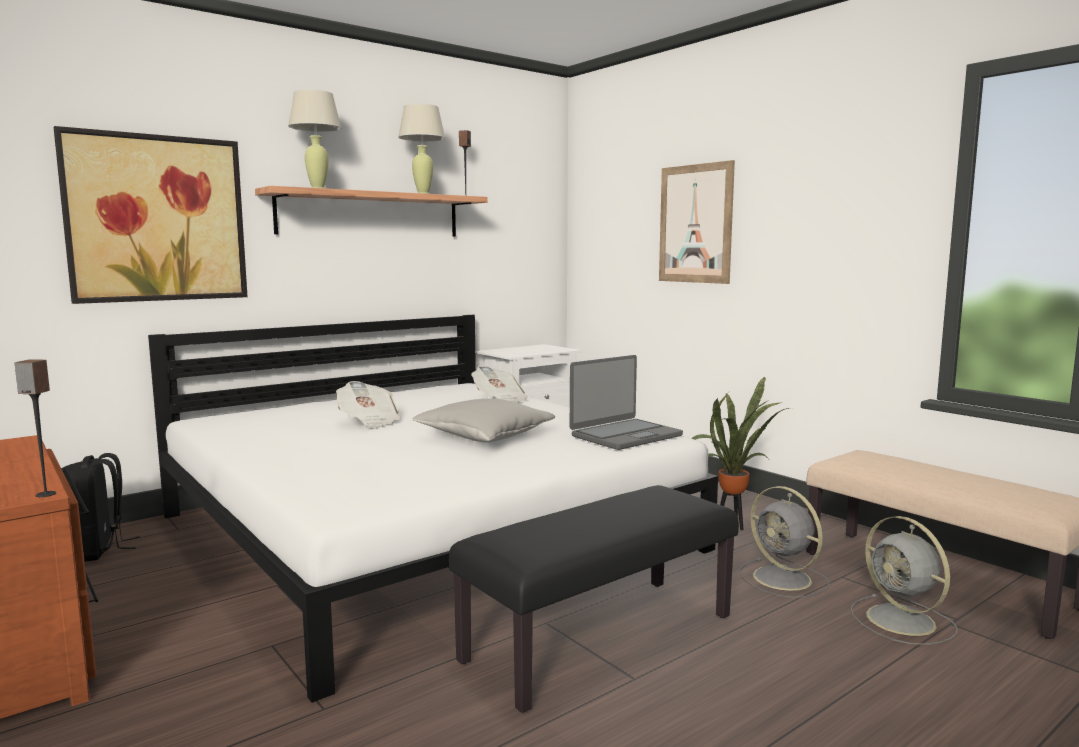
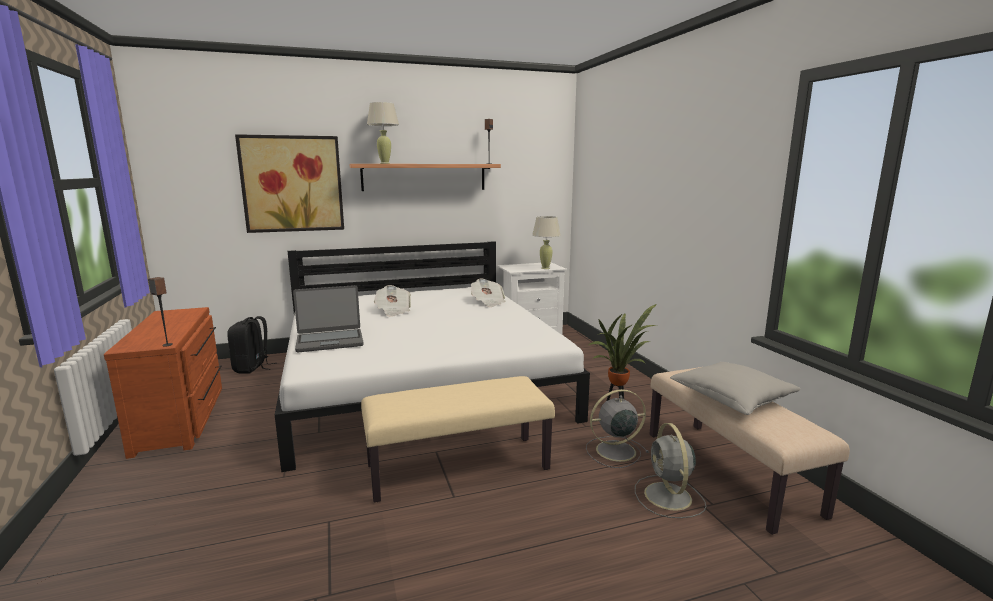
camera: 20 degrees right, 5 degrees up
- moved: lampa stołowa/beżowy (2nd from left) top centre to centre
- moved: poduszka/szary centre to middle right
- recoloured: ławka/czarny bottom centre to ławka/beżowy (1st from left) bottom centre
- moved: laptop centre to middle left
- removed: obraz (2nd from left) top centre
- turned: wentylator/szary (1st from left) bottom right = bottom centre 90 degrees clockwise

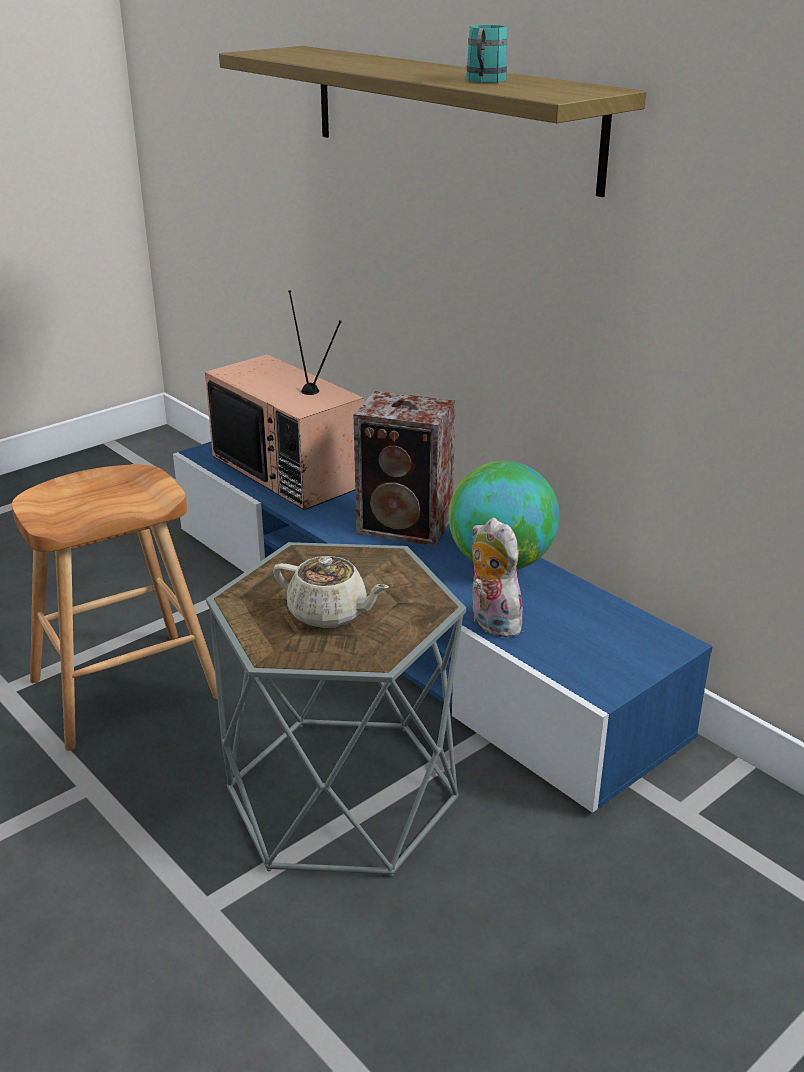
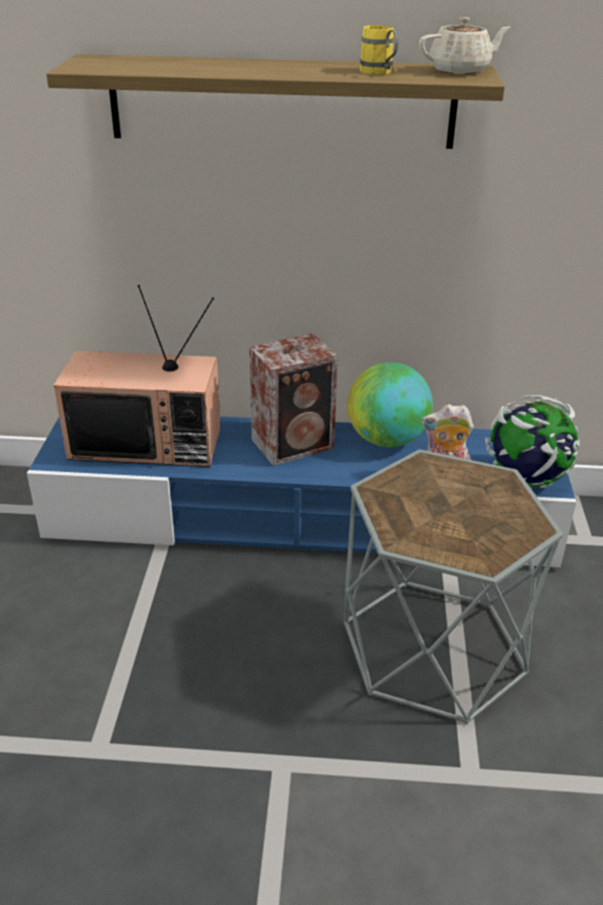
camera: 45 degrees left, 5 degrees up
- removed: stołek/brązowy middle left
- moved: imbryk/beżowy centre to top right
- recoloured: kubek/turkusowy top centre to kubek/żółty top centre
- added: globus (2nd from left) middle right

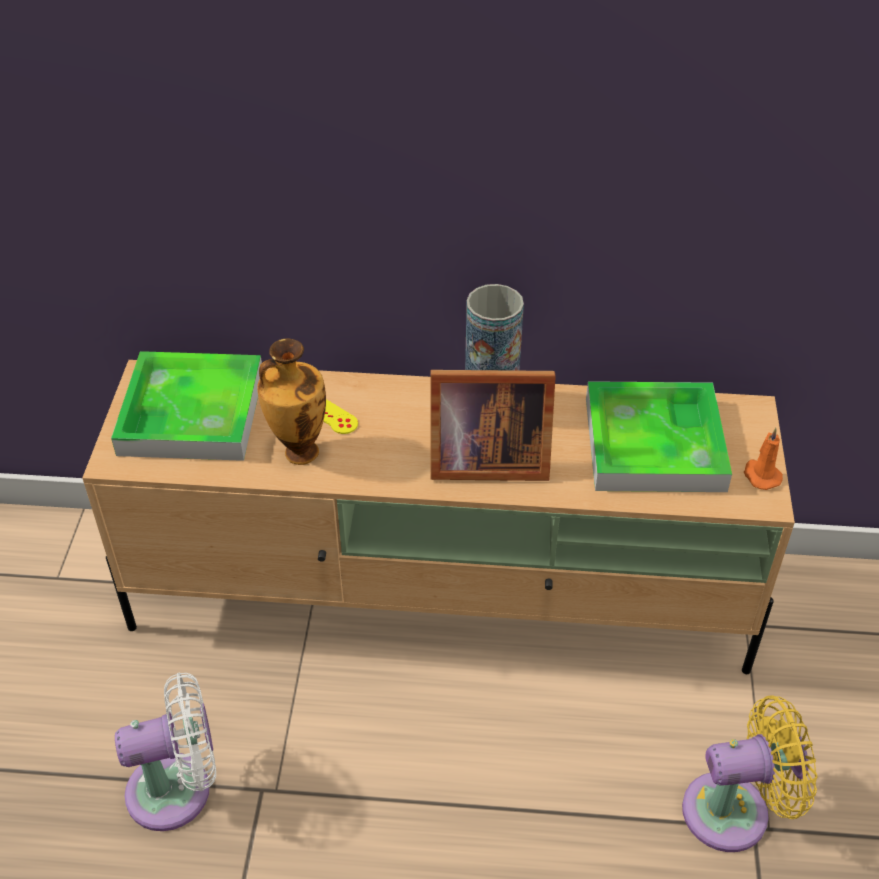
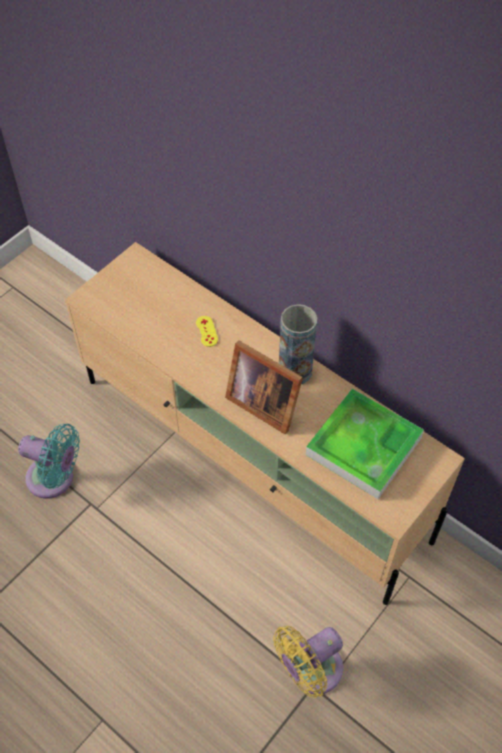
camera: 35 degrees right, 10 degrees up
- removed: taca (1st from left) middle left
- recoloured: wentylator/biały bottom left to wentylator/turkusowy middle left
- removed: wazon (1st from left) middle left
- turned: wentylator/żółty bottom right = bottom centre 120 degrees clockwise
- removed: świeca/pomarańczowy middle right

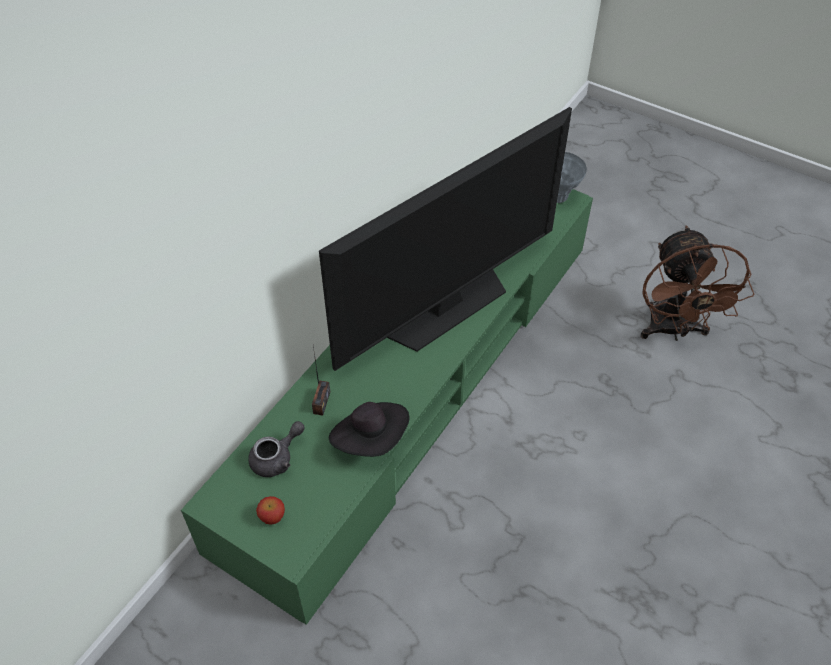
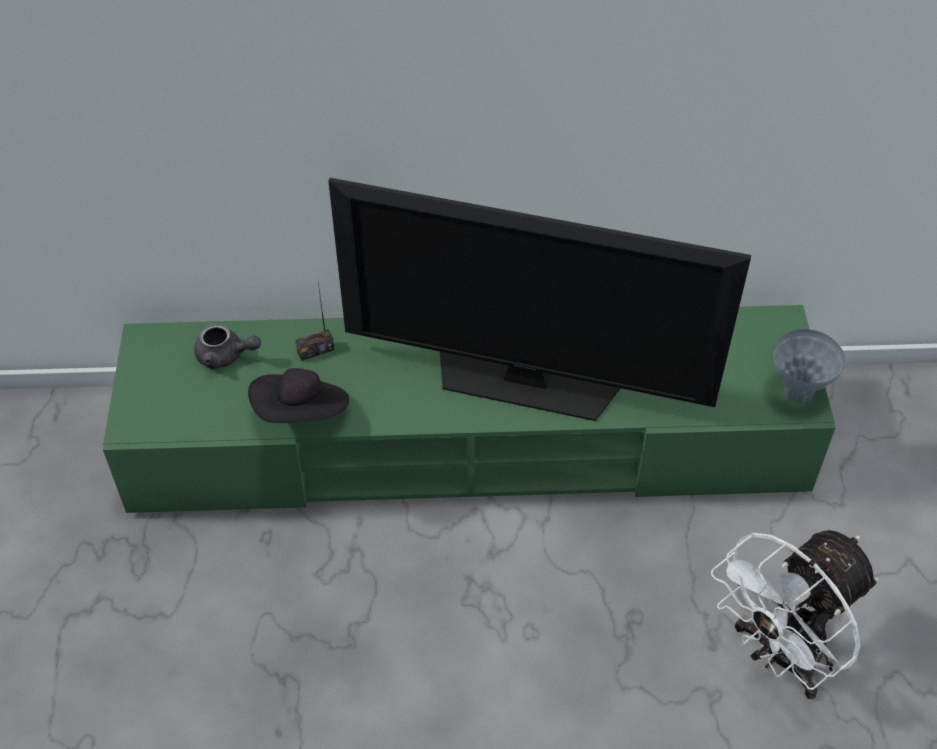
camera: 55 degrees right, 0 degrees up
- removed: jabłko bottom left
- recoloured: wentylator/brązowy middle right to wentylator/biały bottom right

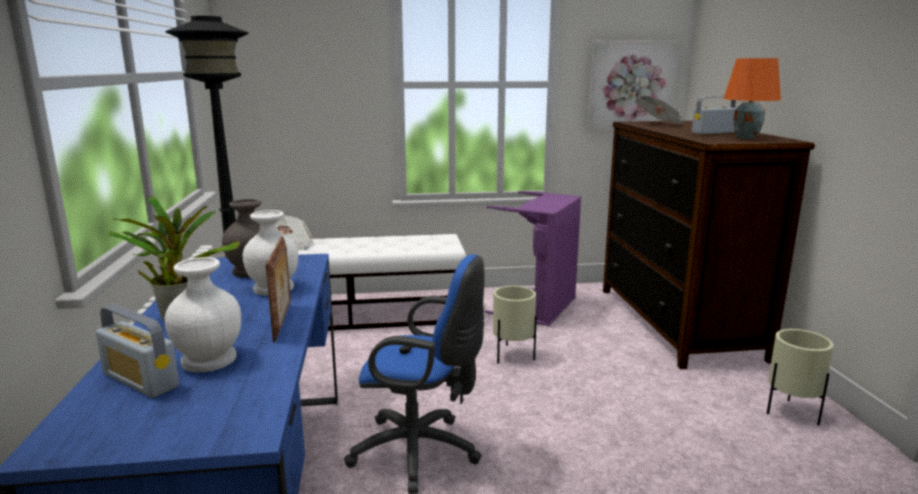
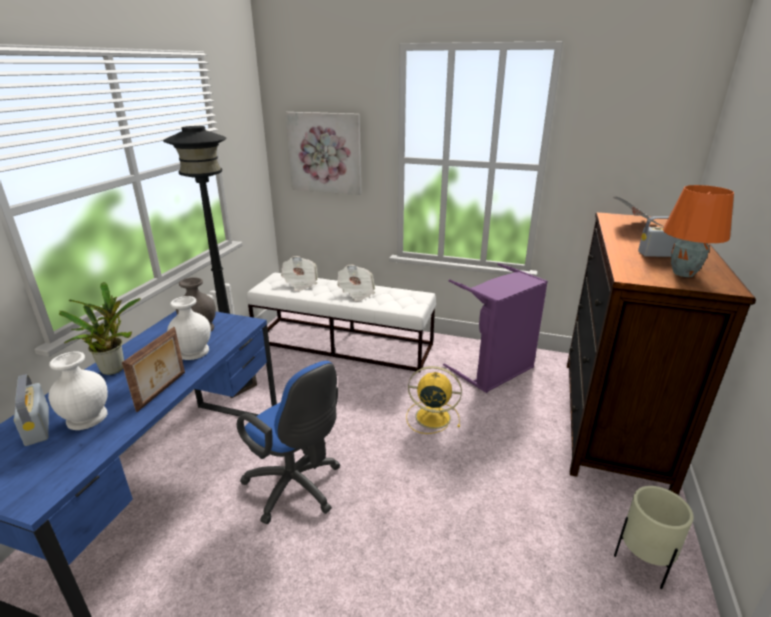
camera: 25 degrees right, 10 degrees up
- replaced: donica/beżowy (1st from left) centre to wentylator/żółty centre
- moved: obraz top right to top centre
- added: gazeta (2nd from left) centre

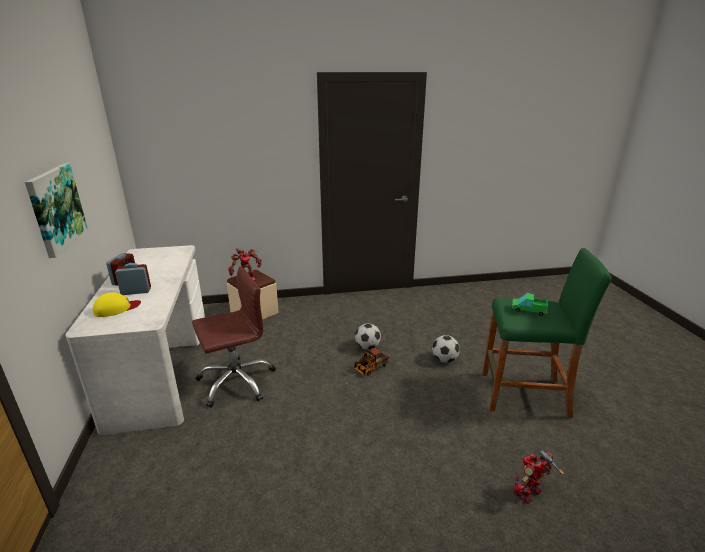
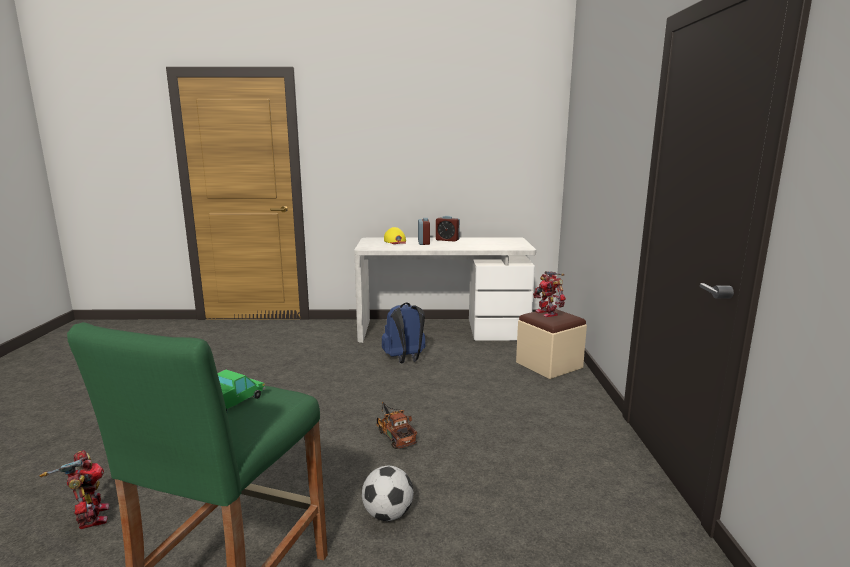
camera: 100 degrees right, 10 degrees down
- removed: obraz middle left
- replaced: krzesło biurowe/brązowy middle left to plecak/niebieski centre
- removed: piłka futbolowa (1st from left) centre

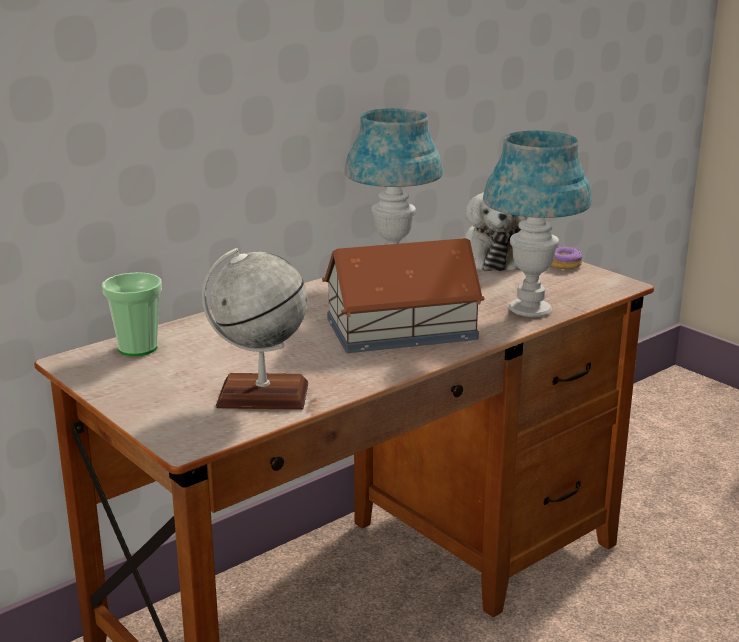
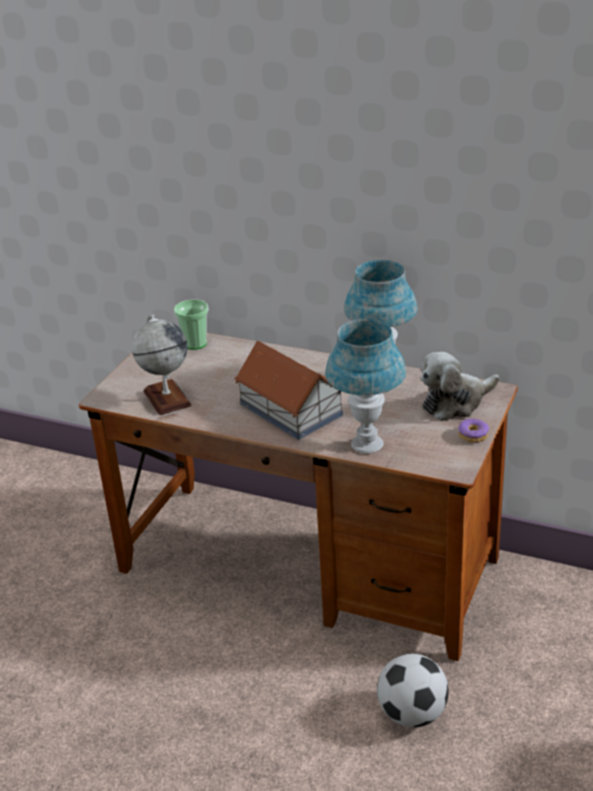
camera: 65 degrees right, 10 degrees up
- added: piłka futbolowa bottom right

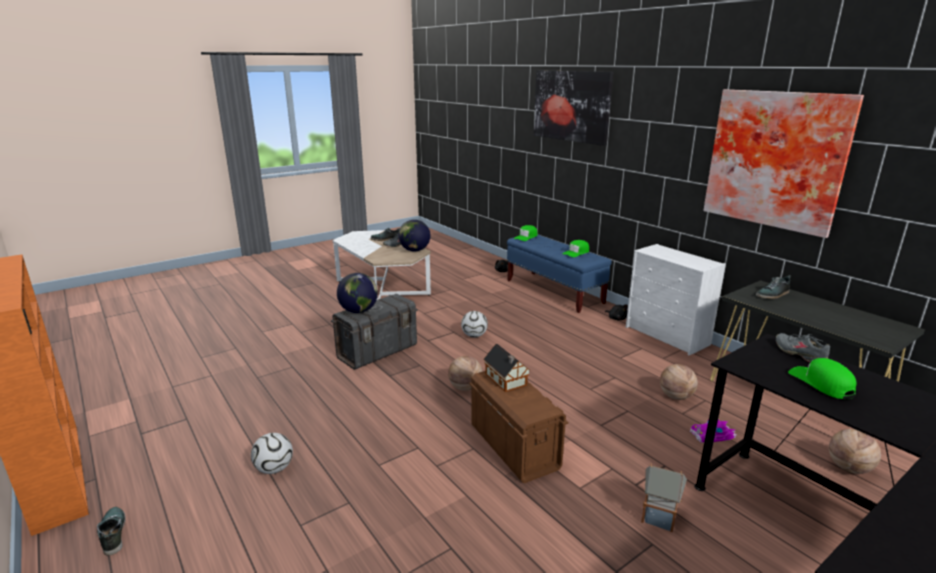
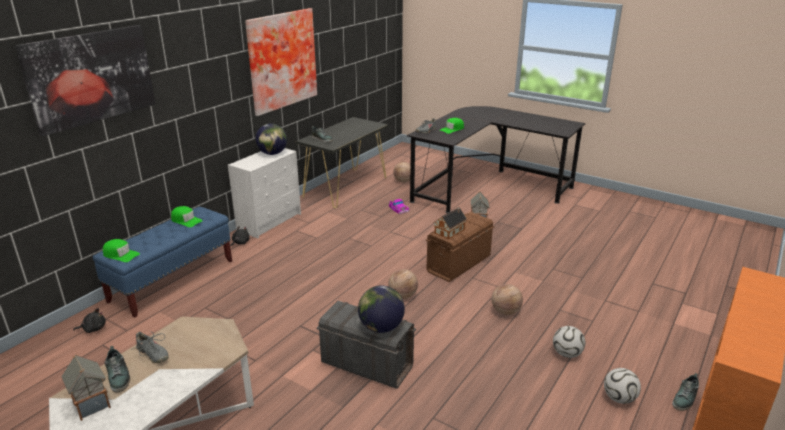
camera: 110 degrees left, 5 degrees up
- moved: globus (2nd from left in the first image) centre to globus (1st from left) top centre
- moved: piłka futbolowa (2nd from left) centre to bottom right
- moved: piłka do koszykówki (2nd from left in the first image) bottom right to piłka do koszykówki (3rd from left) bottom centre
- added: domek (1st from left) bottom left

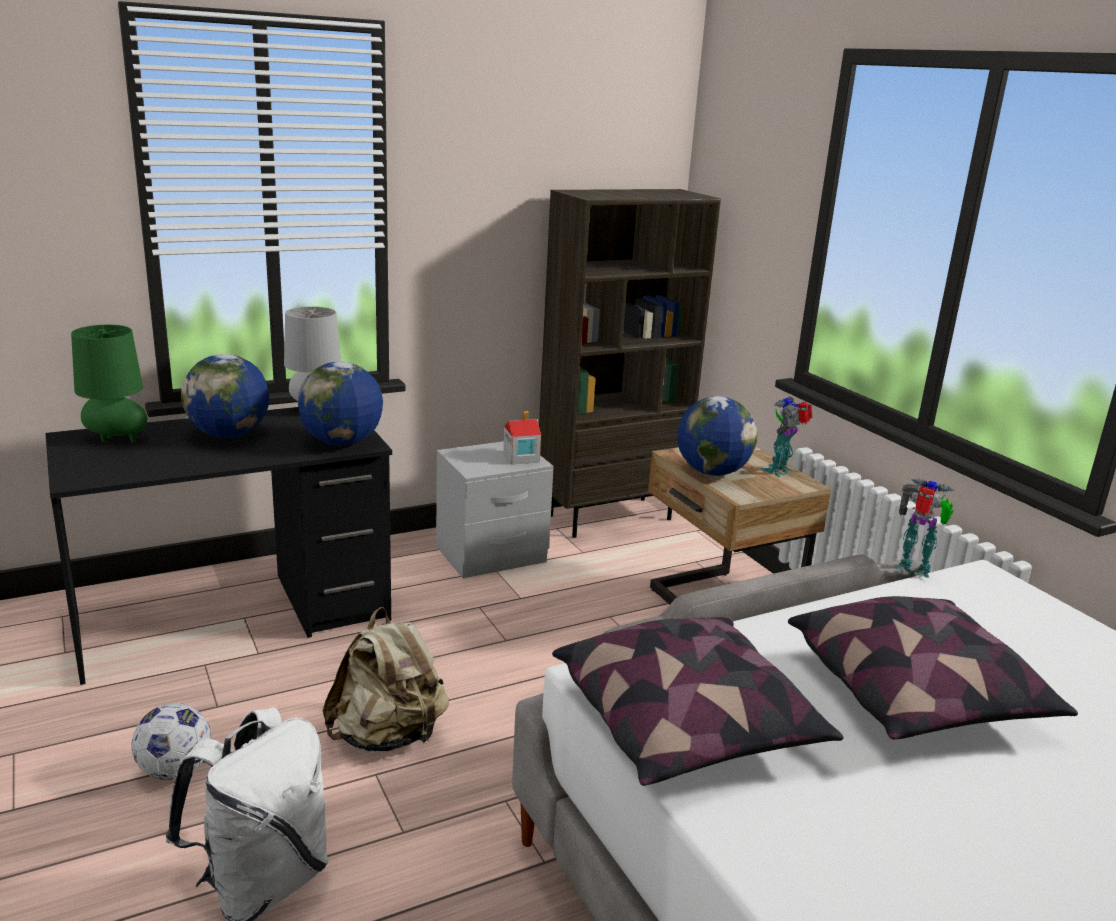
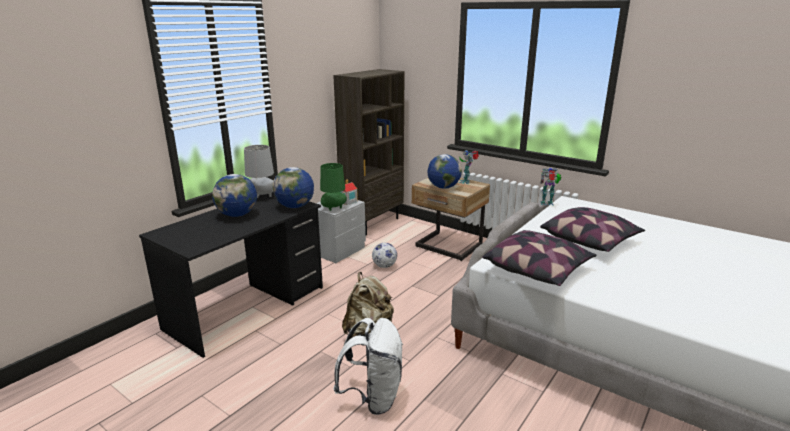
camera: 25 degrees left, 0 degrees up
- moved: lampa stołowa/zielony middle left to centre
- moved: piłka futbolowa bottom left to centre

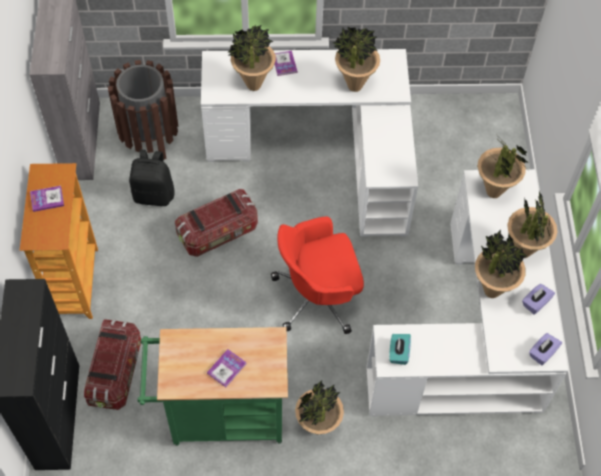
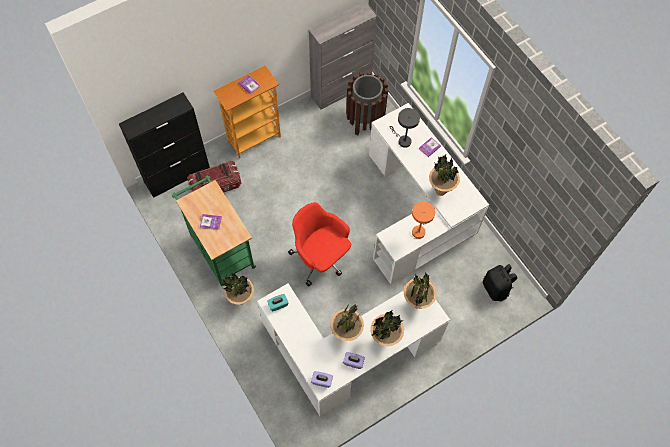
camera: 60 degrees right, 5 degrees up
- moved: plecak/czarny middle left to middle right
- removed: pojemnik do przechowywania (2nd from left) centre
- replaced: roślina doniczkowa (1st from left) top centre to lampa stołowa/szary top centre
- added: lampa stołowa/pomarańczowy centre

